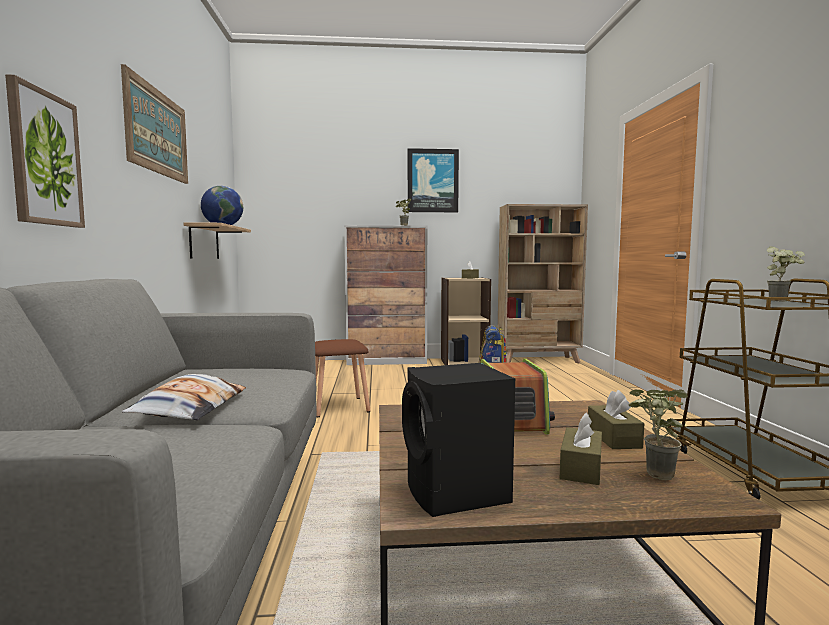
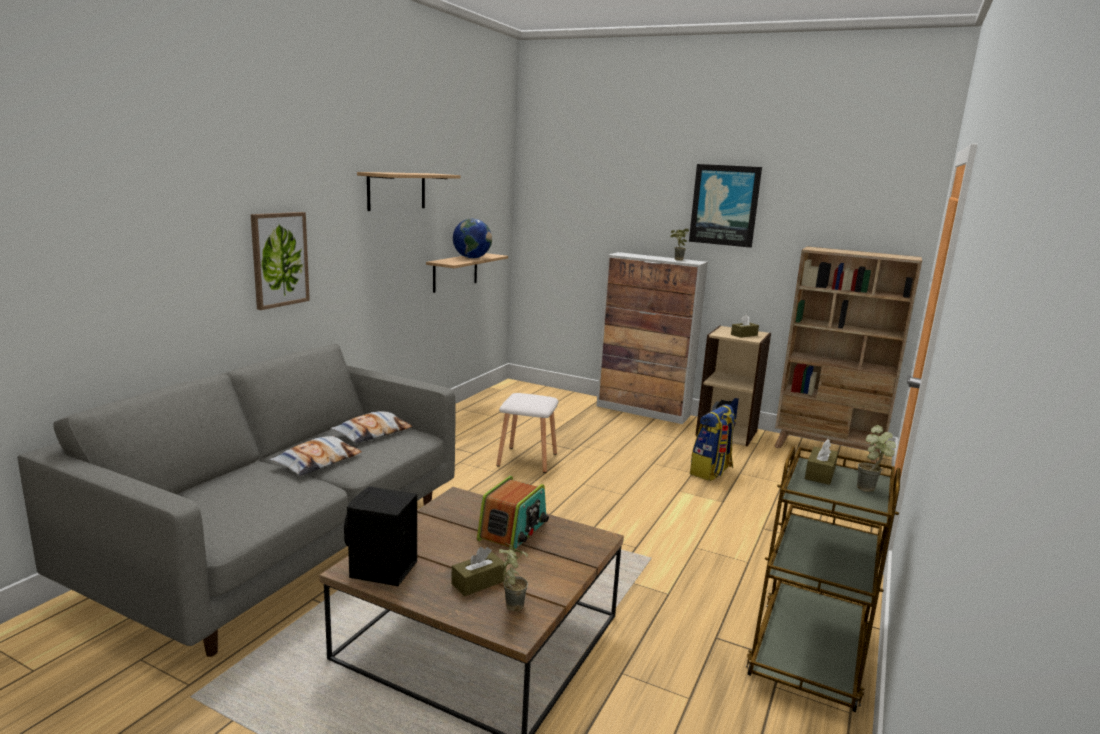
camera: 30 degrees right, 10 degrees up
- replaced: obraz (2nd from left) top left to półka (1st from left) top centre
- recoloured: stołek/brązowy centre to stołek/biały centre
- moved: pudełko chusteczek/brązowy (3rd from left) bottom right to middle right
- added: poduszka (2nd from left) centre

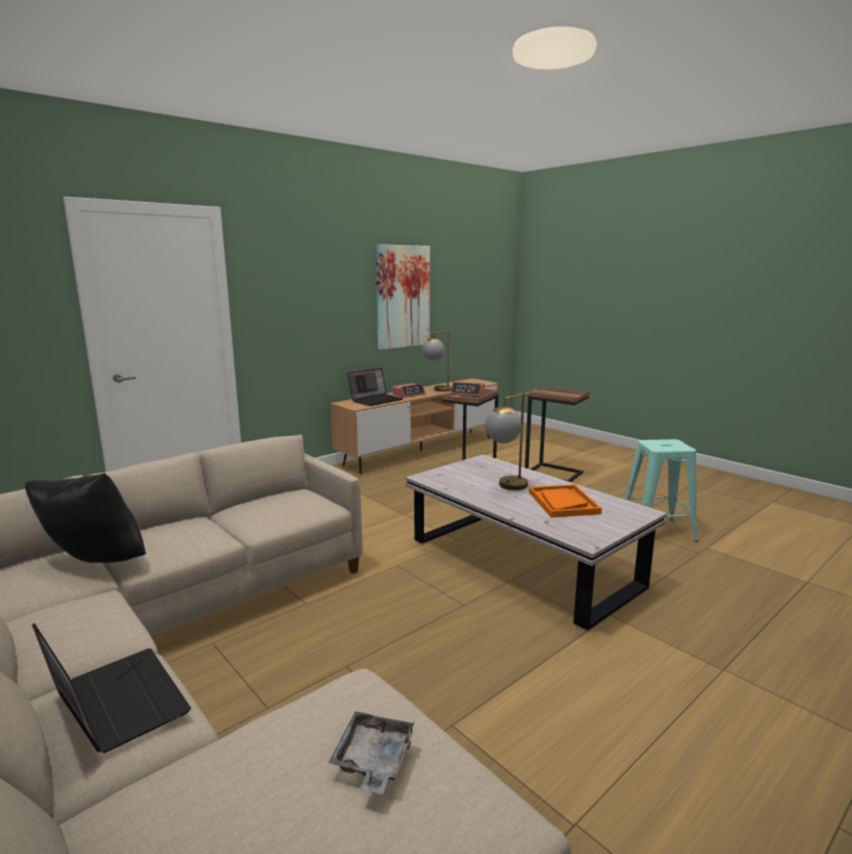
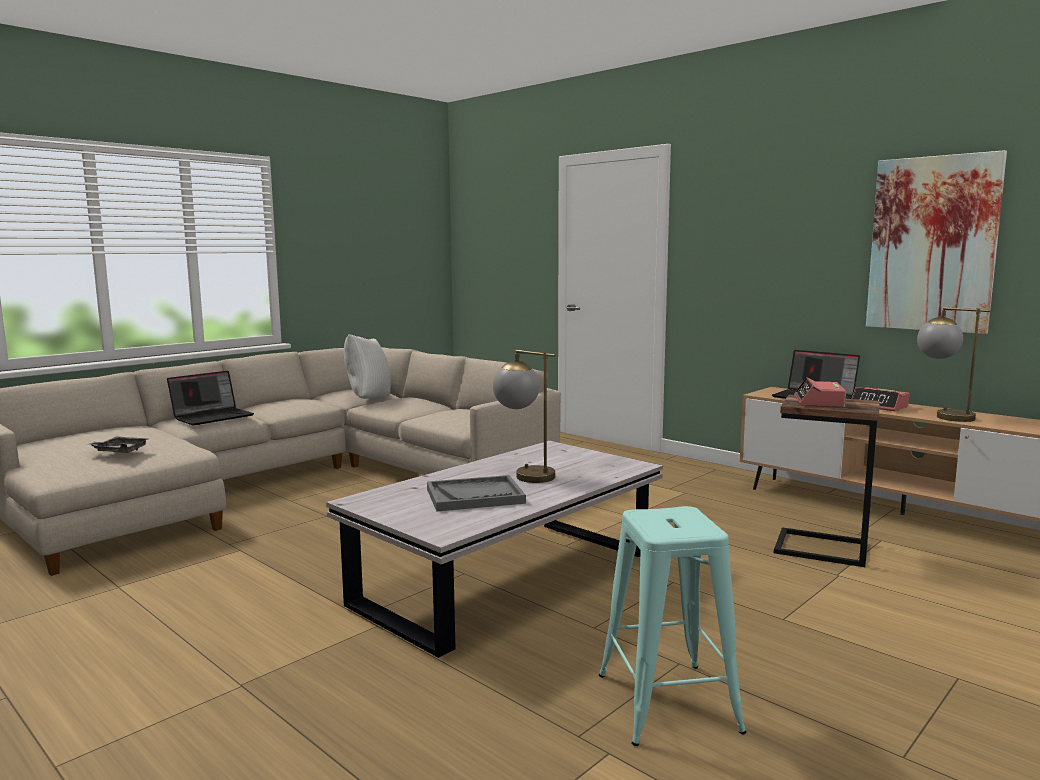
camera: 85 degrees right, 5 degrees down
- recoloured: poduszka/czarny middle left to poduszka/biały centre
- removed: stolik (2nd from left) centre
- recoloured: taca/pomarańczowy centre to taca/szary (2nd from left) centre

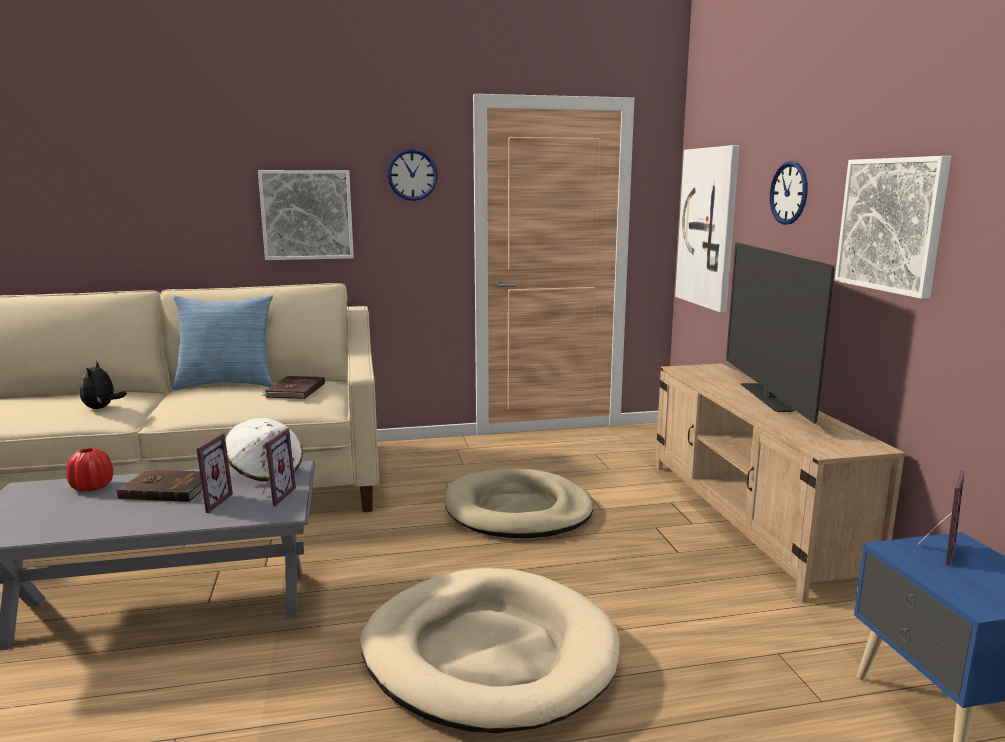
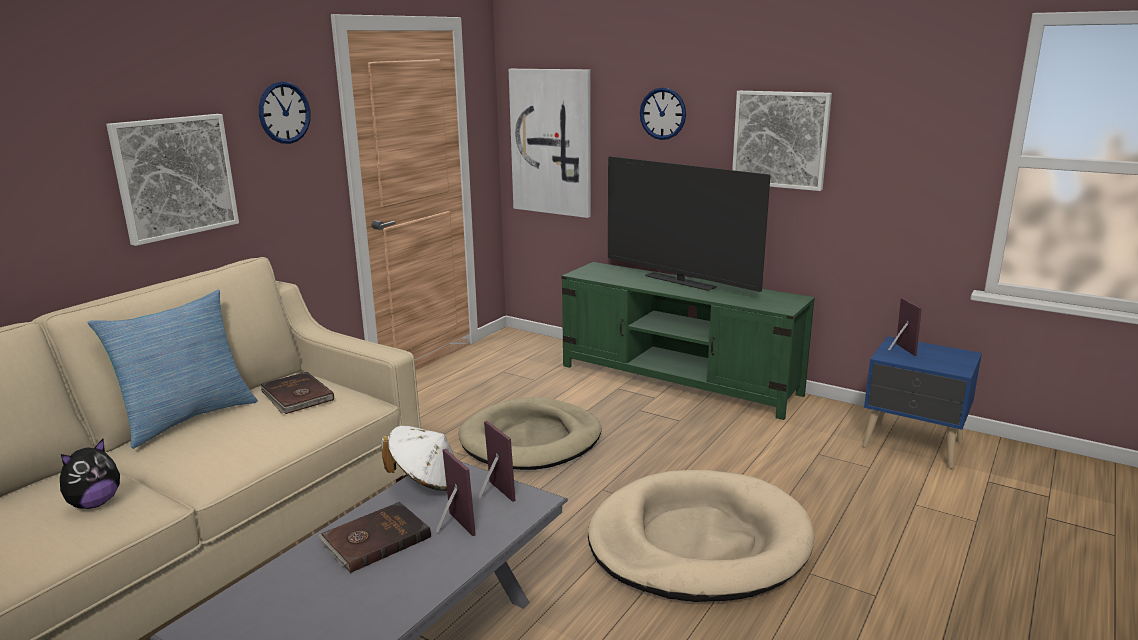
camera: 45 degrees left, 5 degrees up
- removed: wazon/czerwony middle left
- turned: pluszak middle left = bottom left 90 degrees counterclockwise
- recoloured: szafka pod telewizor/beżowy middle right to szafka pod telewizor/zielony centre

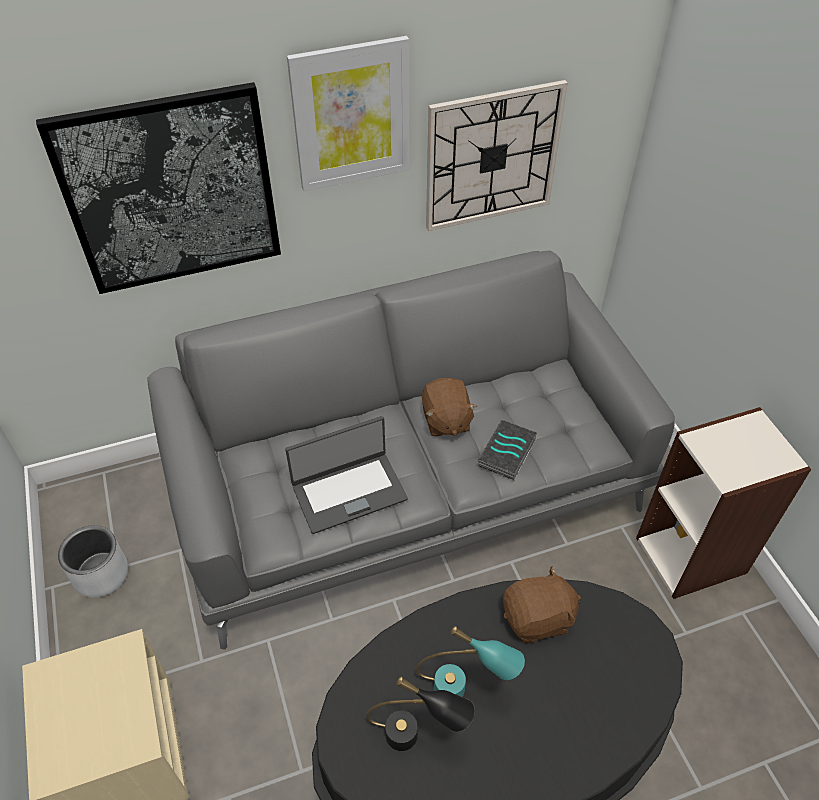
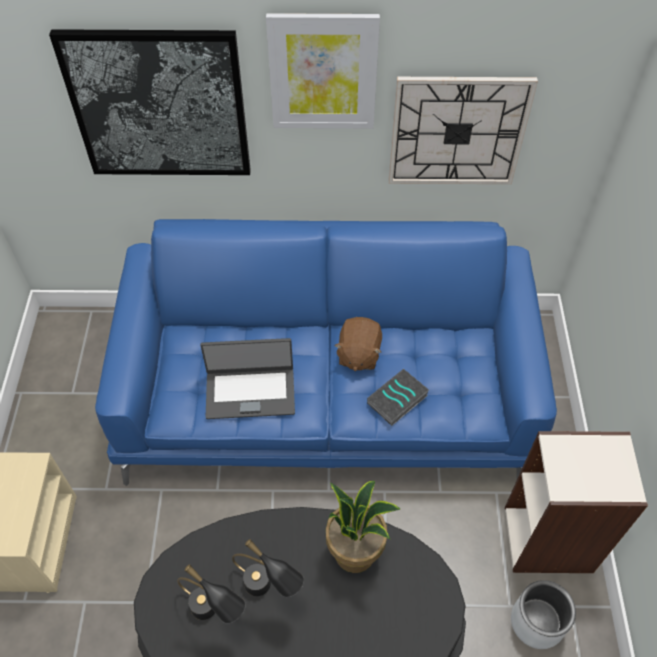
camera: 20 degrees right, 5 degrees up
- moved: donica/szary bottom left to bottom right
- recoloured: kanapa/szary centre to kanapa/niebieski centre
- recoloured: lampa stołowa/turkusowy bottom centre to lampa stołowa/czarny (2nd from left) bottom centre
- replaced: pluszak/brązowy (2nd from left) bottom centre to roślina doniczkowa bottom centre

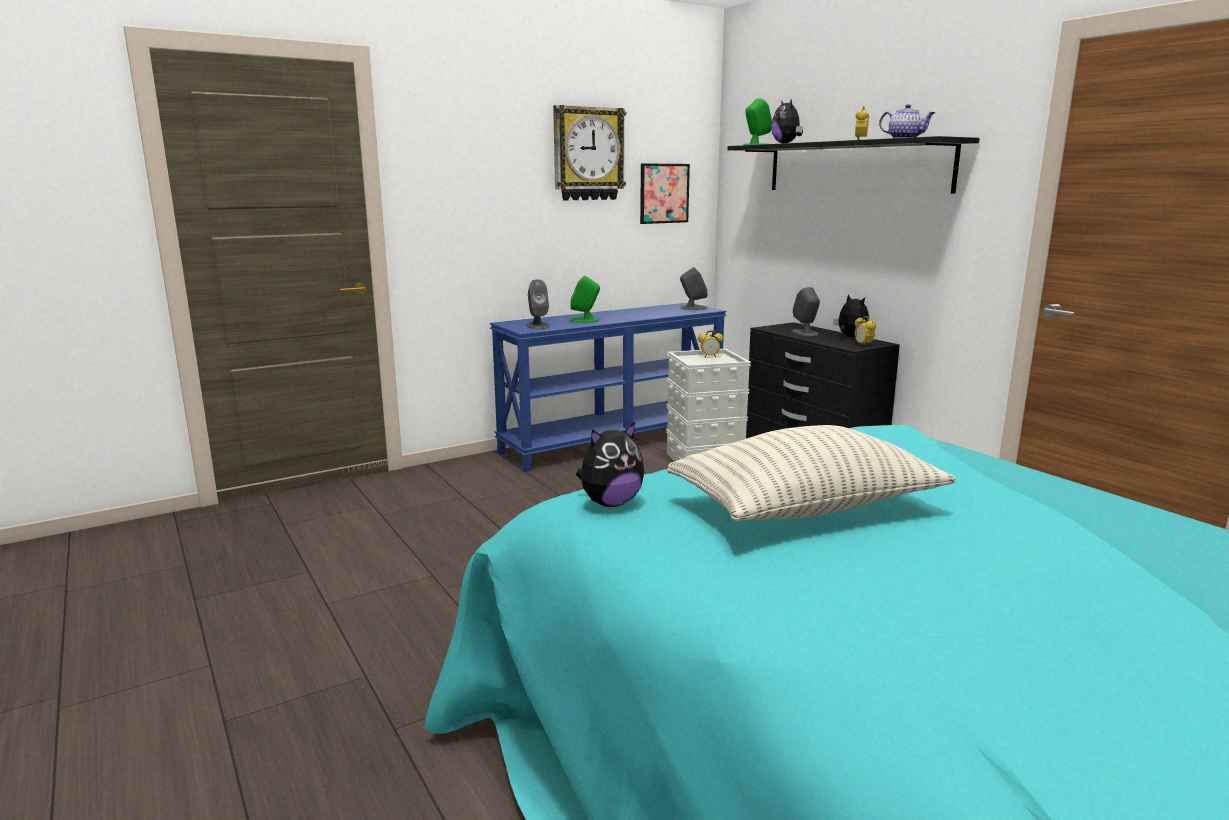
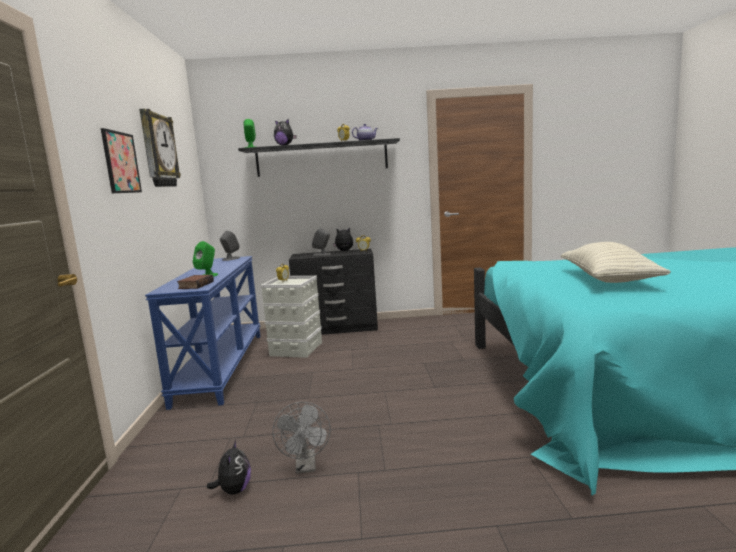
camera: 60 degrees left, 5 degrees down
- replaced: głośnik/szary (1st from left) centre to książka middle left
- moved: pluszak (1st from left) centre to bottom left
- moved: obraz top centre to top left
- added: wentylator/szary bottom centre

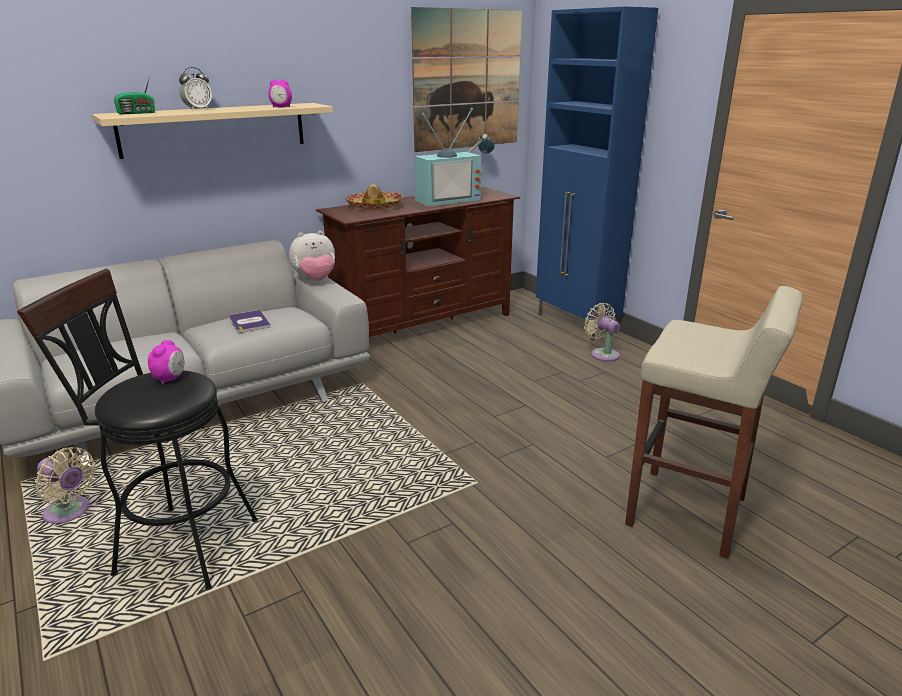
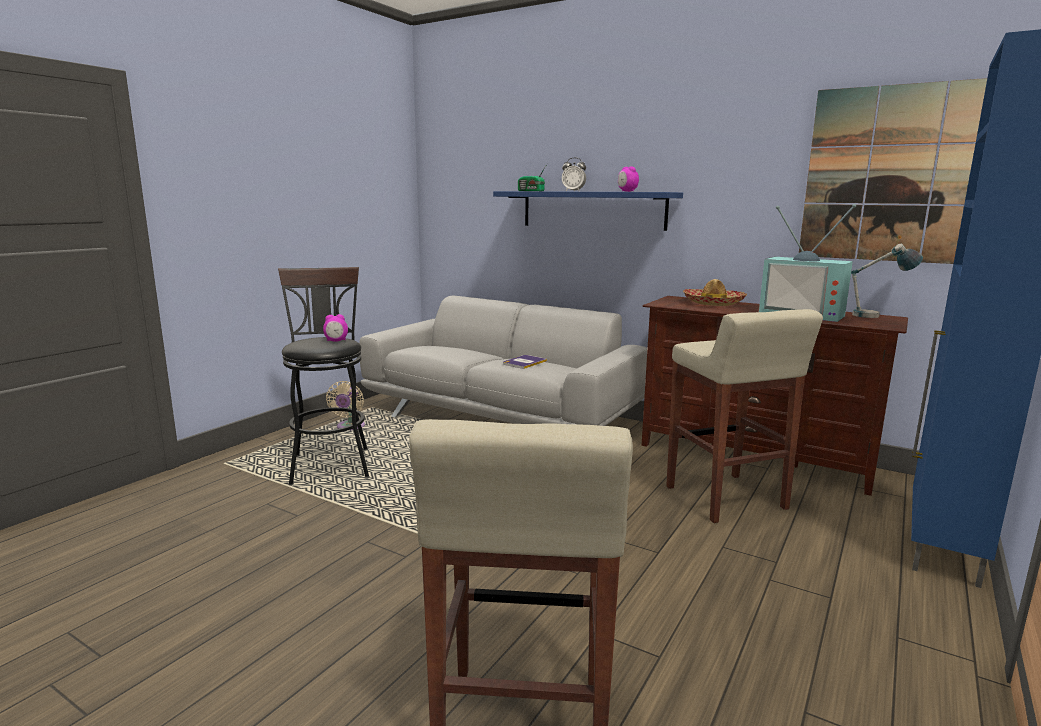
camera: 65 degrees right, 10 degrees down
- recoloured: półka/beżowy top left to półka/niebieski top centre
- removed: pluszak centre
- removed: wentylator/beżowy (2nd from left) middle right
- added: stołek/beżowy (2nd from left) middle right

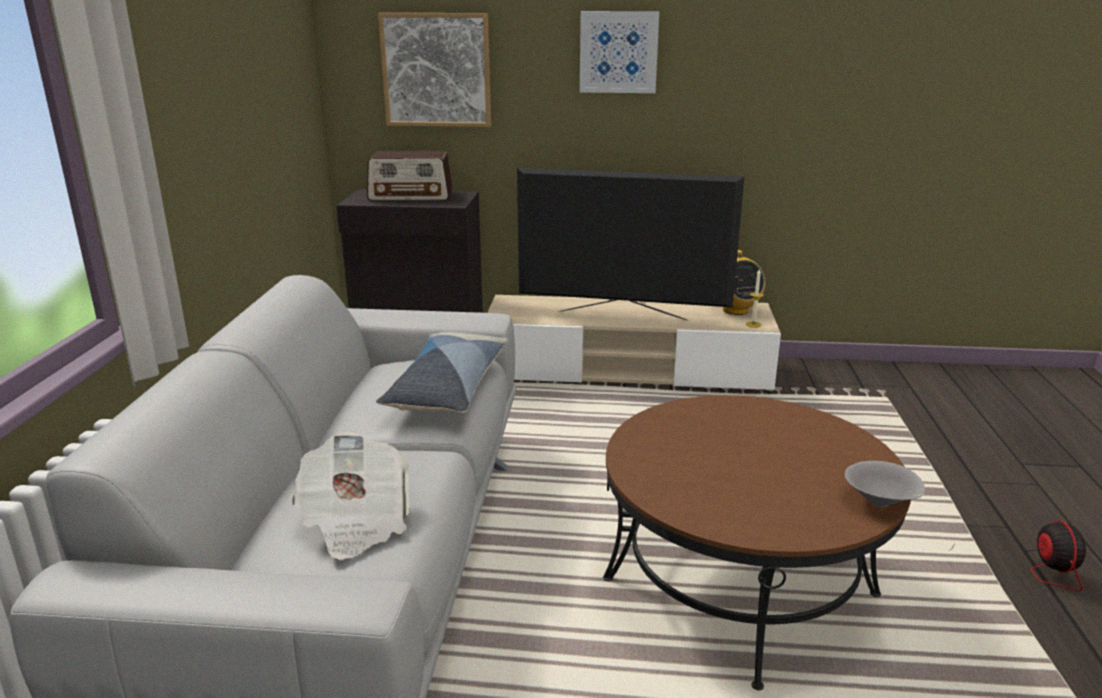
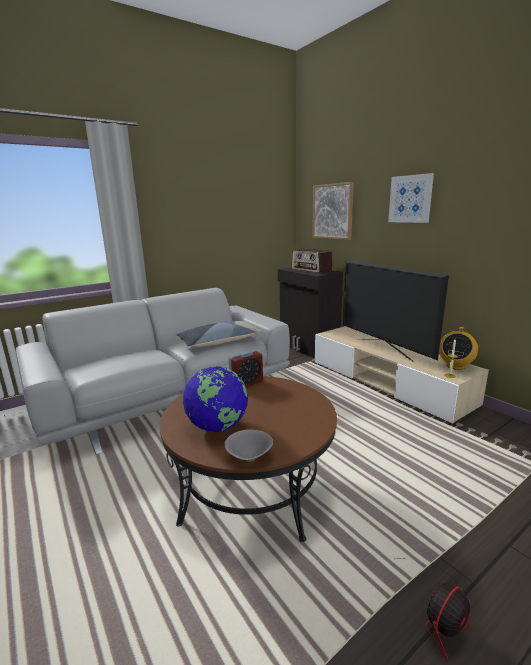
camera: 50 degrees right, 5 degrees down
- removed: gazeta bottom left
- added: globus centre
- added: budzik centre

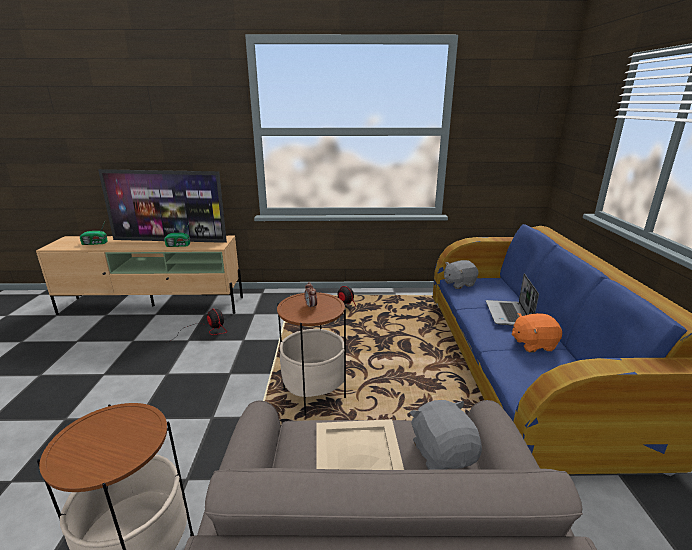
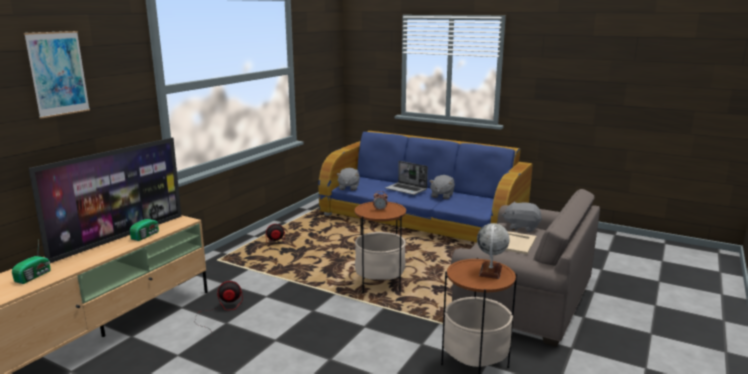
camera: 60 degrees left, 5 degrees down
- recoloured: pluszak/pomarańczowy middle right to pluszak/szary (2nd from left) centre
- added: obraz top left
- added: globus bottom centre

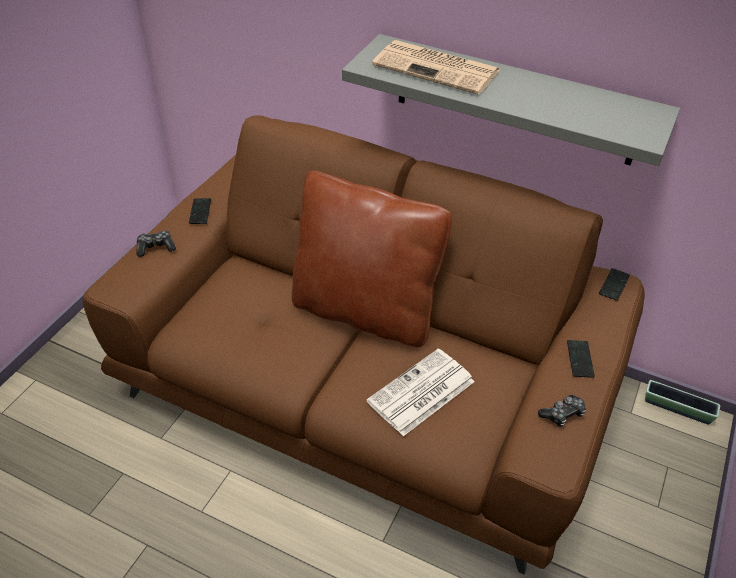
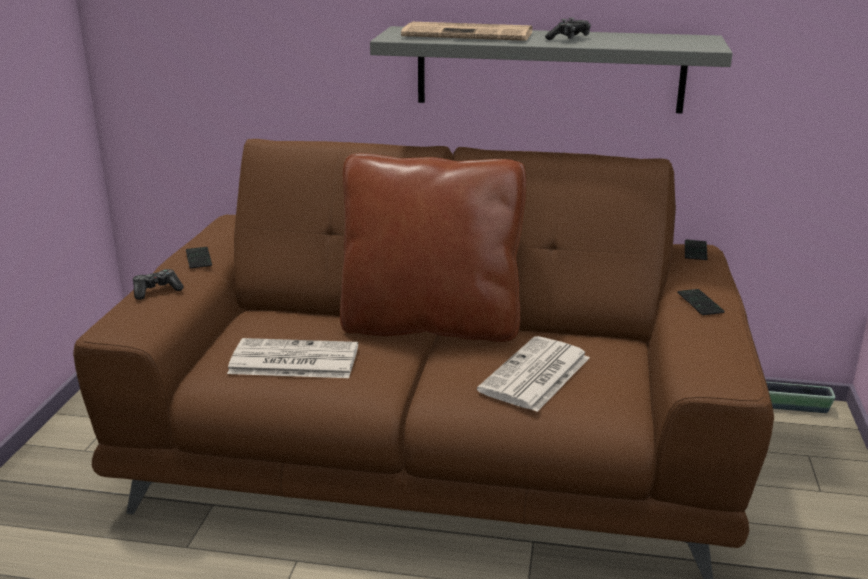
camera: 15 degrees left, 20 degrees down
- moved: pad do gier (2nd from left) bottom right to top centre
- added: gazeta (1st from left) centre

